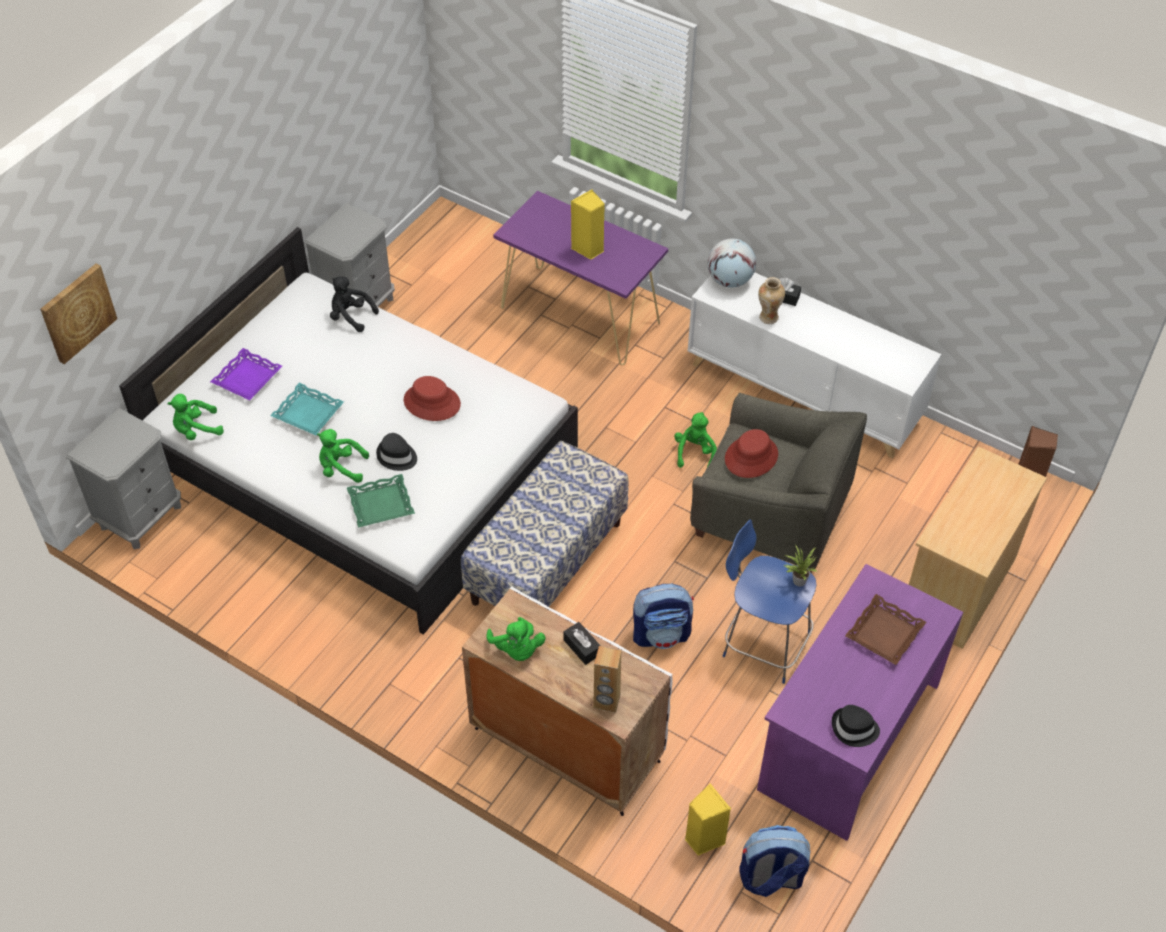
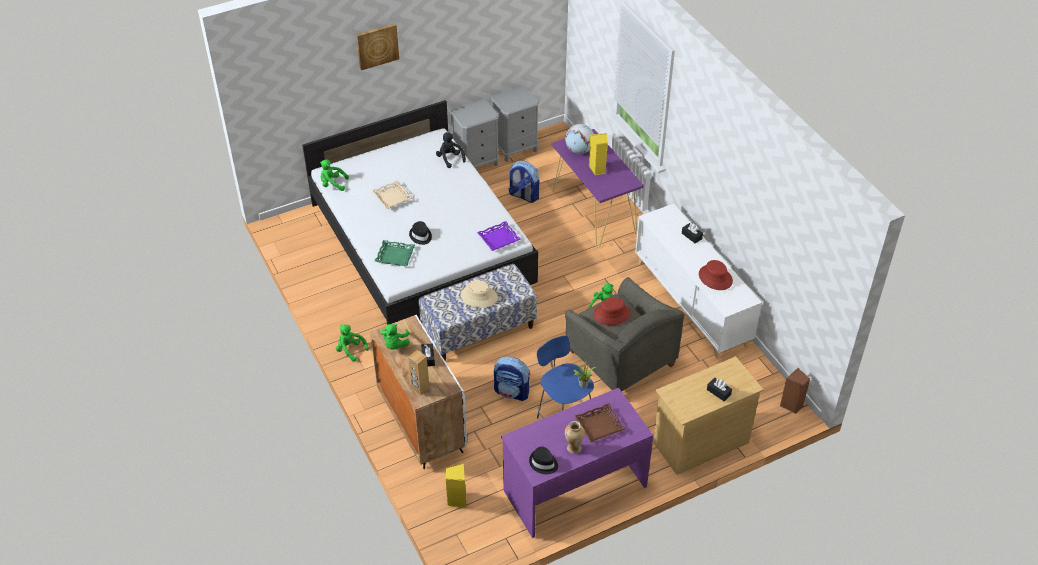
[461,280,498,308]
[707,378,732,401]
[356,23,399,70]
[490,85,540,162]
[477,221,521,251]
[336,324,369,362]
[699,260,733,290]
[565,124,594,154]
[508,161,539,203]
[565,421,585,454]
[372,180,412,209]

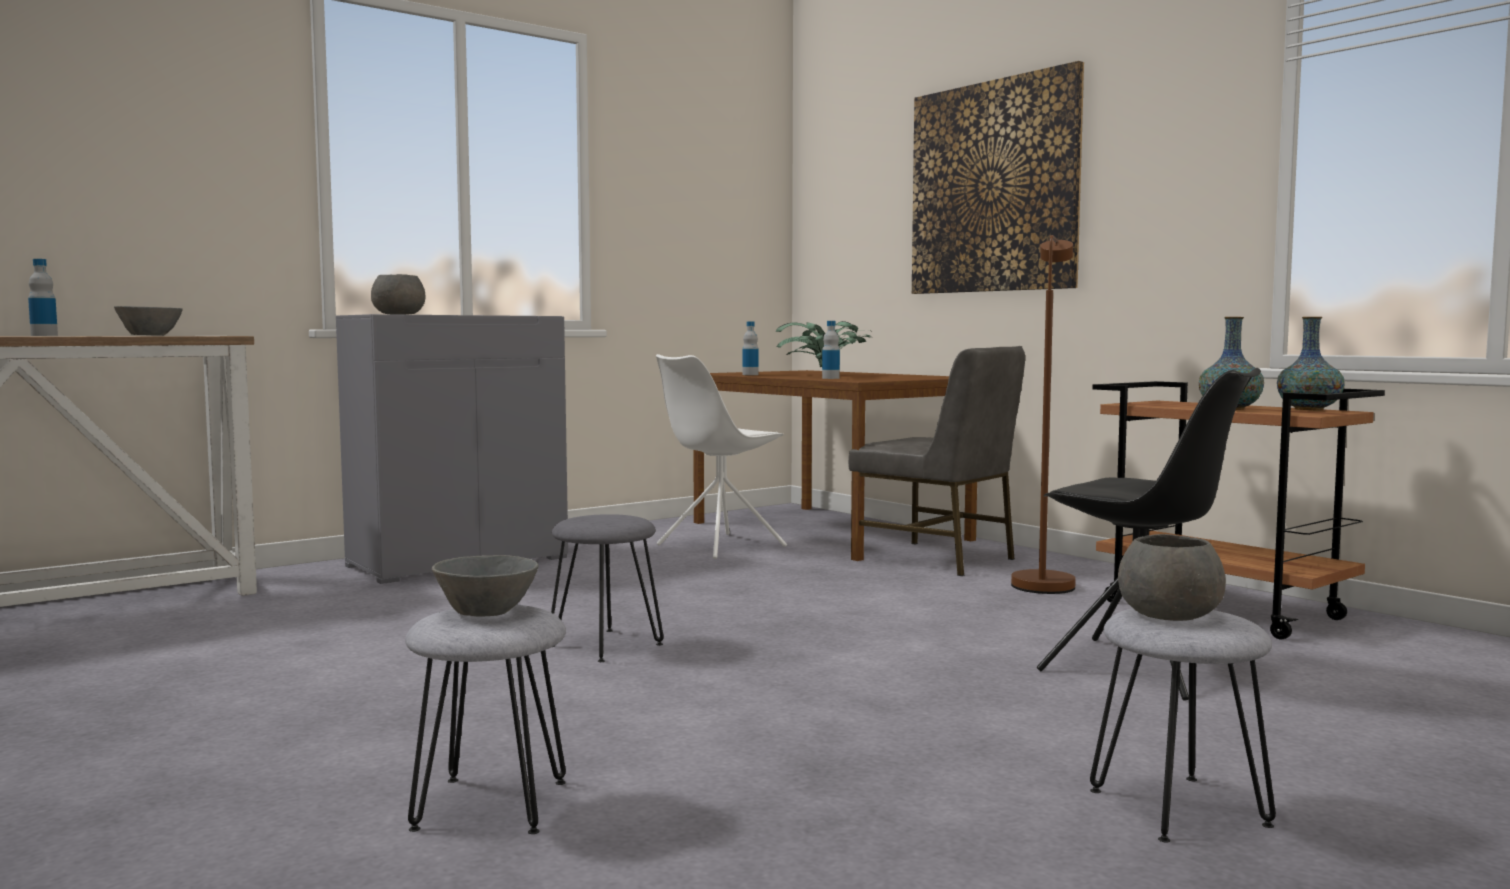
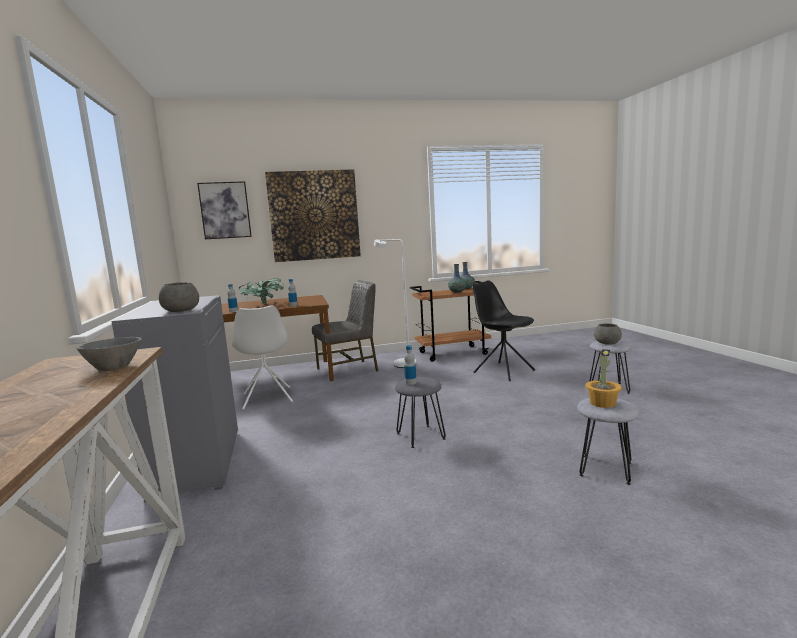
[197,181,252,239]
[404,345,417,385]
[586,349,622,408]
[374,239,416,368]
[472,280,535,381]

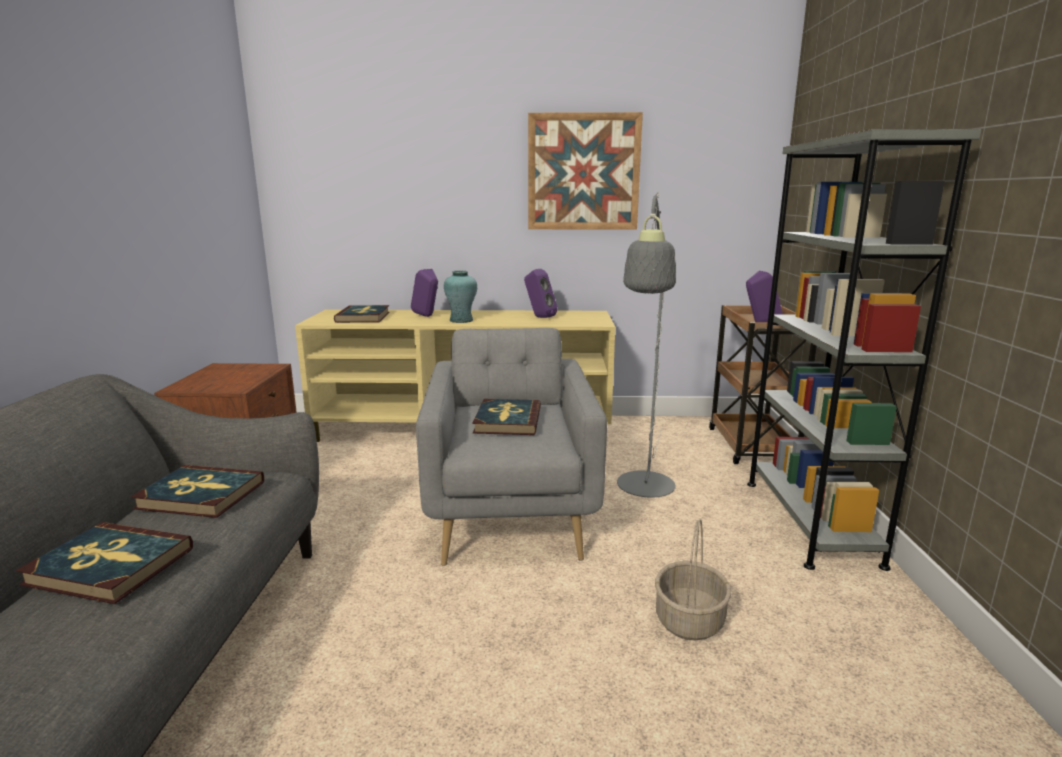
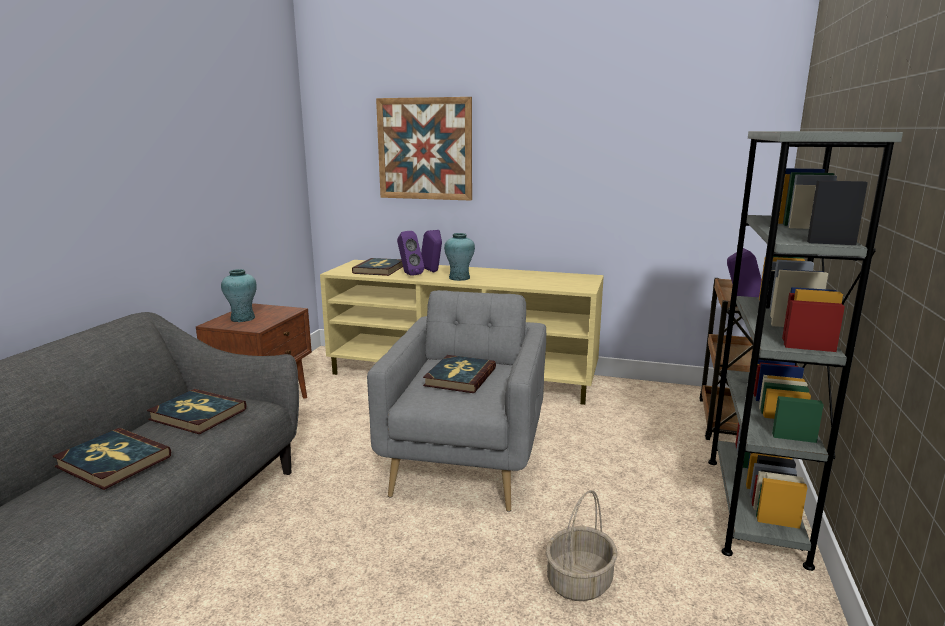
[617,192,676,498] (first image)
[221,269,257,322]
[397,231,424,276]
[376,97,472,201]

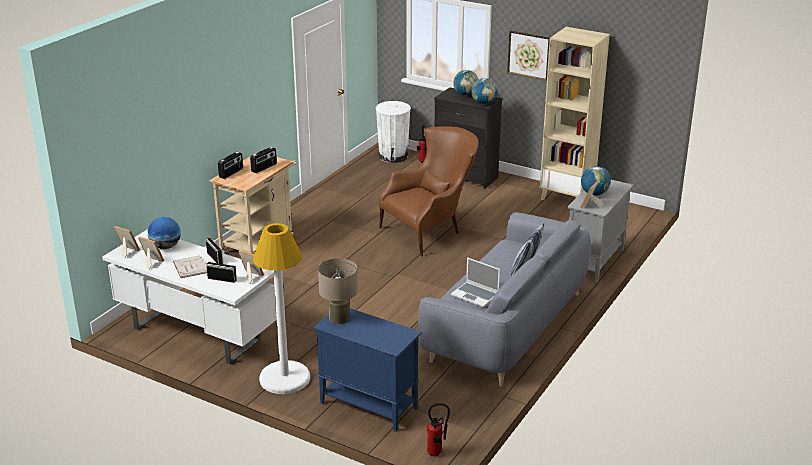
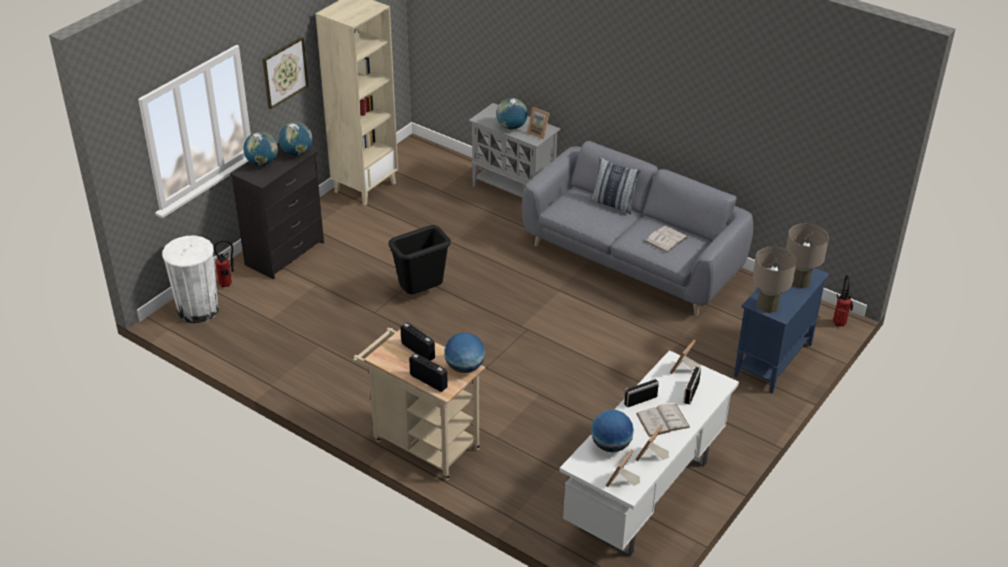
[253,223,310,394] (first image)
[445,333,485,373]
[786,223,829,289]
[389,225,451,294]
[645,225,688,253]

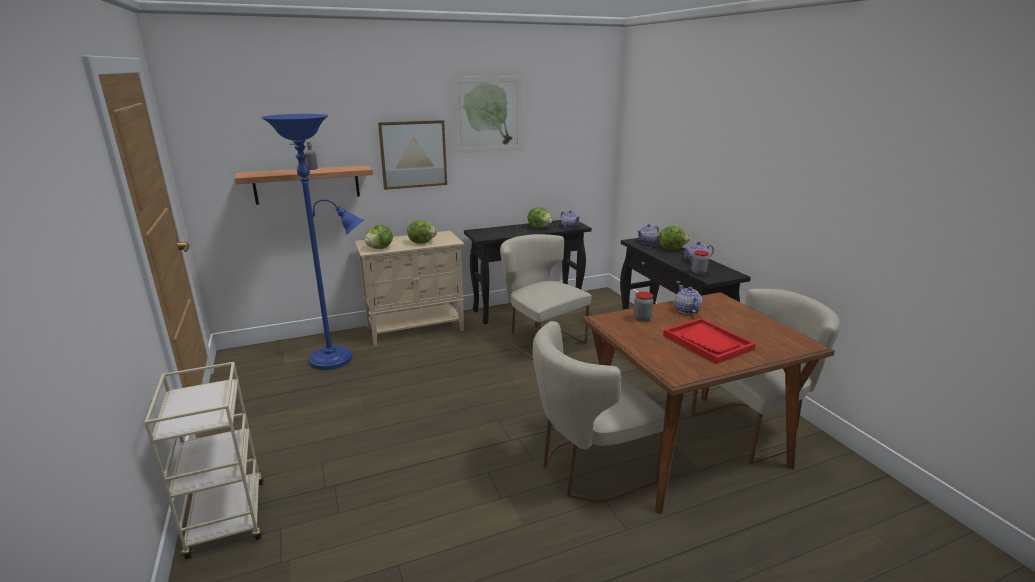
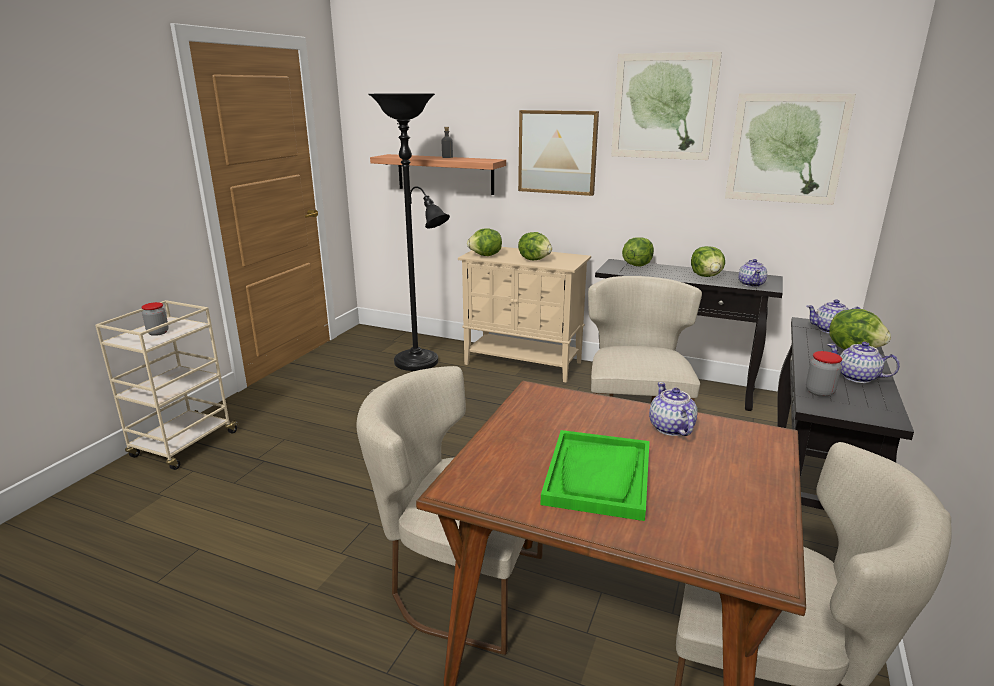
[622,238,654,266]
[725,93,856,205]
[141,302,169,336]
[368,93,450,371]
[540,430,649,521]
[649,382,698,436]

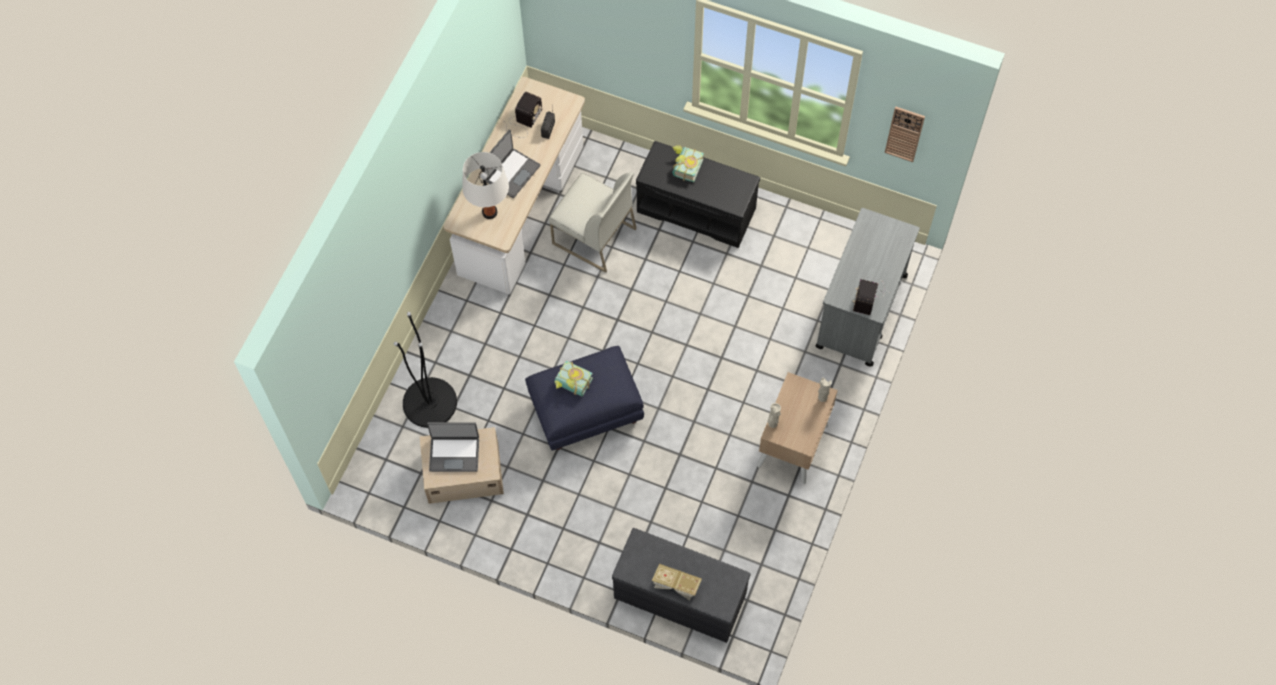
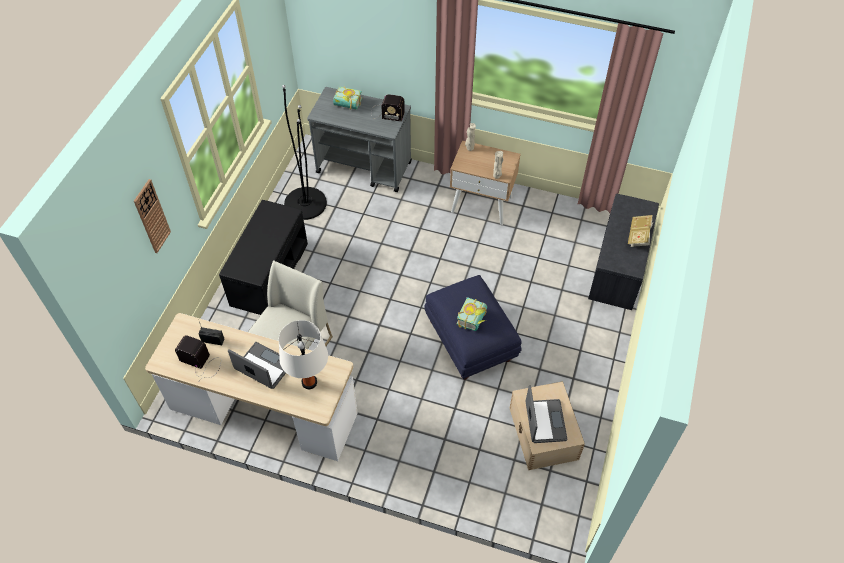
[282,85,327,220]
[333,86,362,110]
[134,179,171,253]

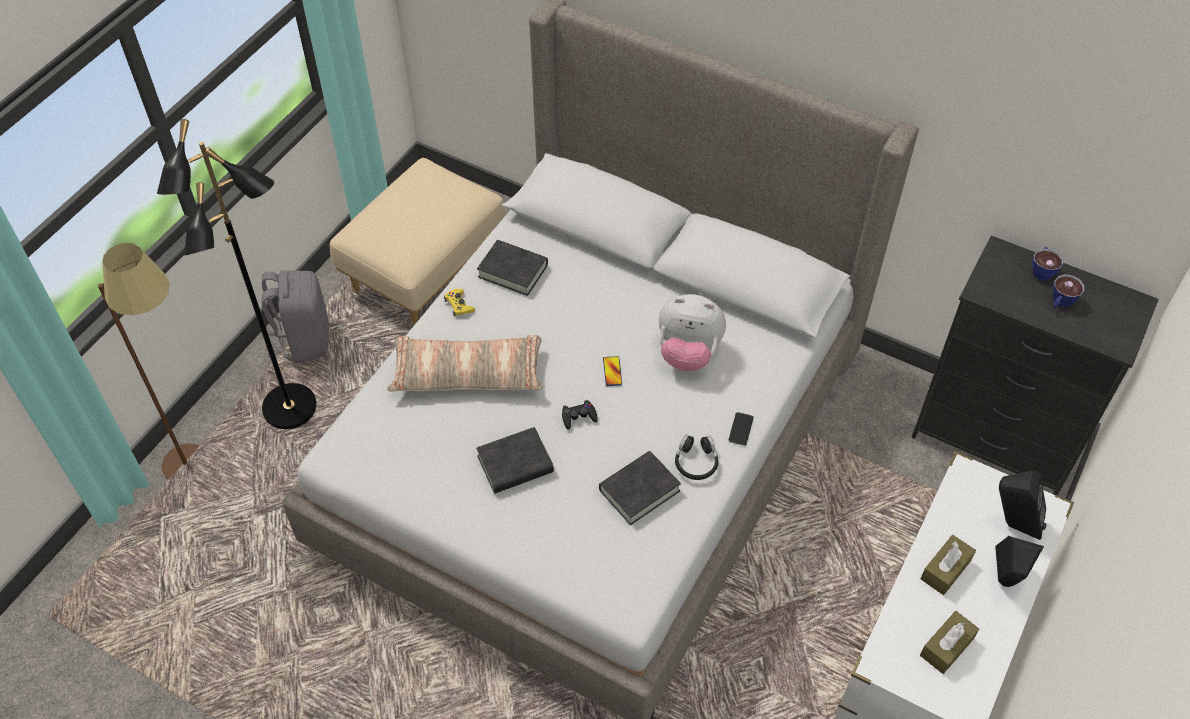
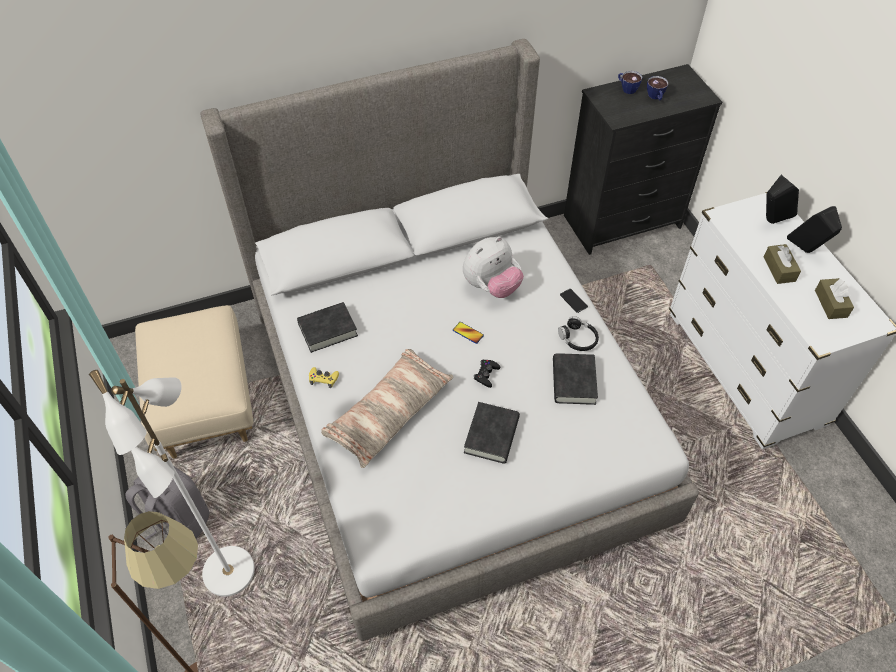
[89,370,255,597]

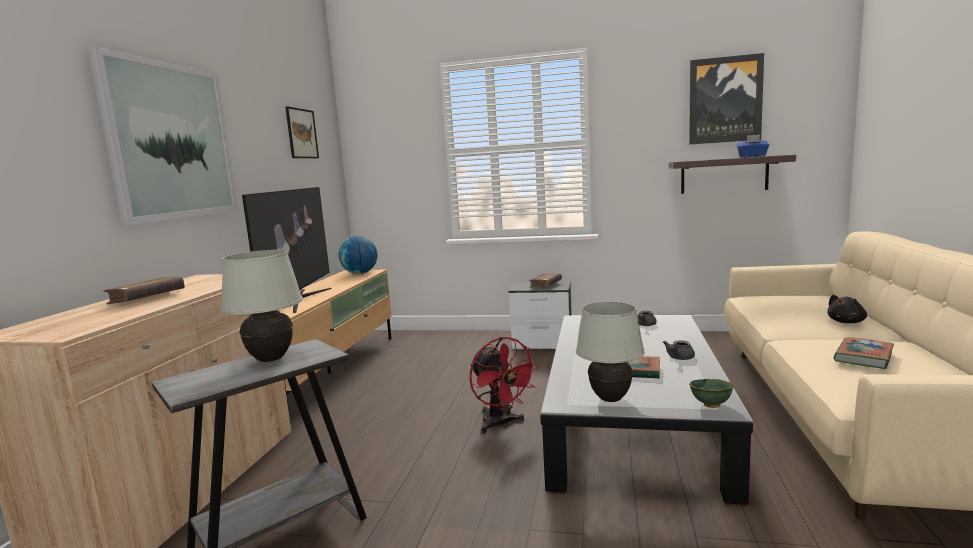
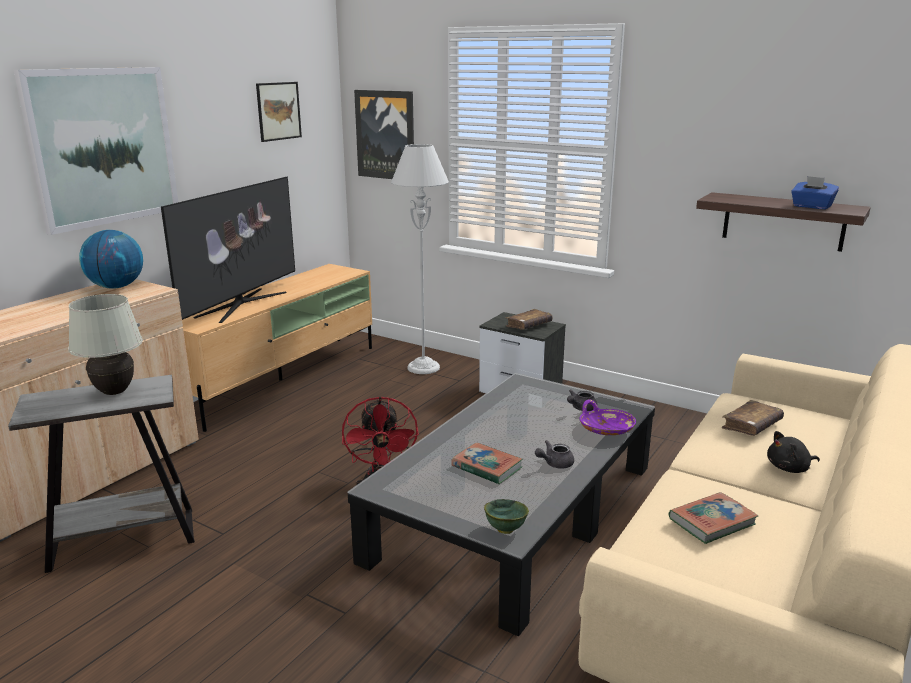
[576,302,645,402] (first image)
[391,144,449,374]
[580,399,636,435]
[722,400,784,436]
[79,230,143,289]
[354,90,414,179]

